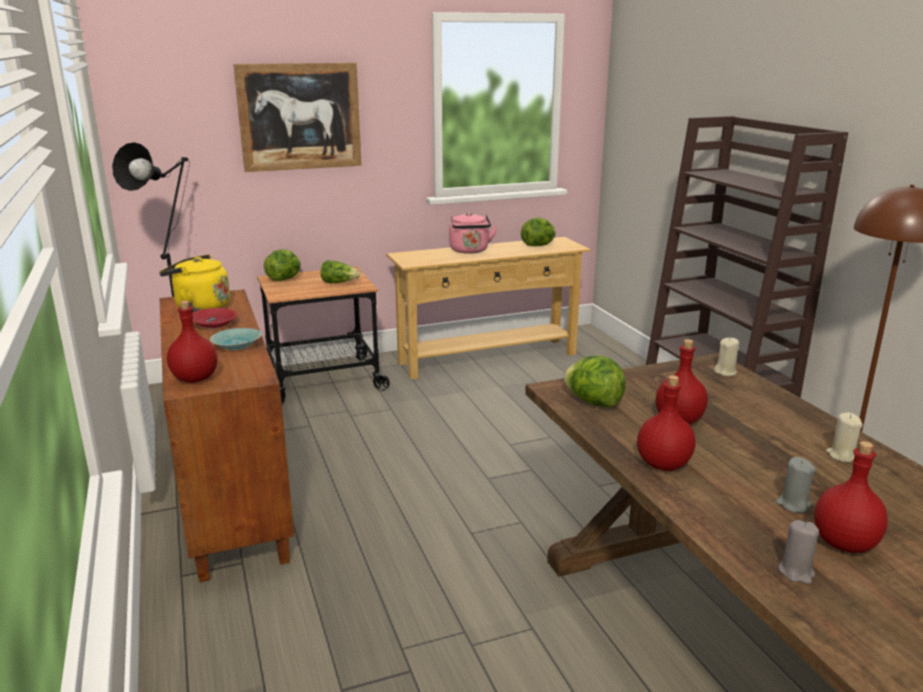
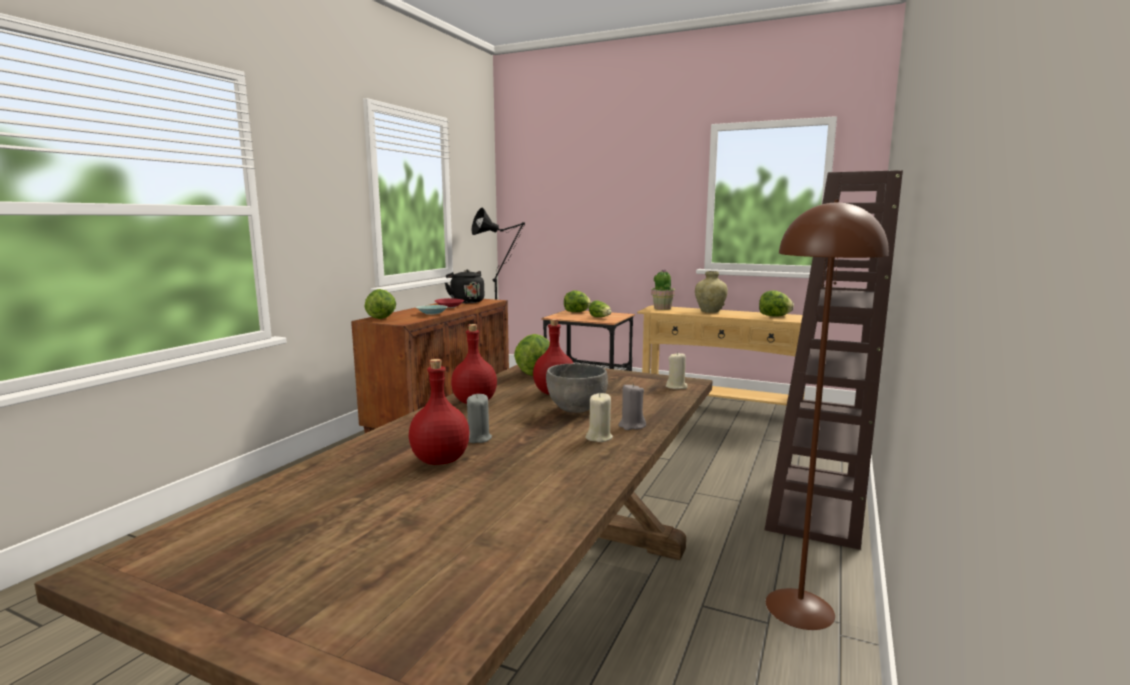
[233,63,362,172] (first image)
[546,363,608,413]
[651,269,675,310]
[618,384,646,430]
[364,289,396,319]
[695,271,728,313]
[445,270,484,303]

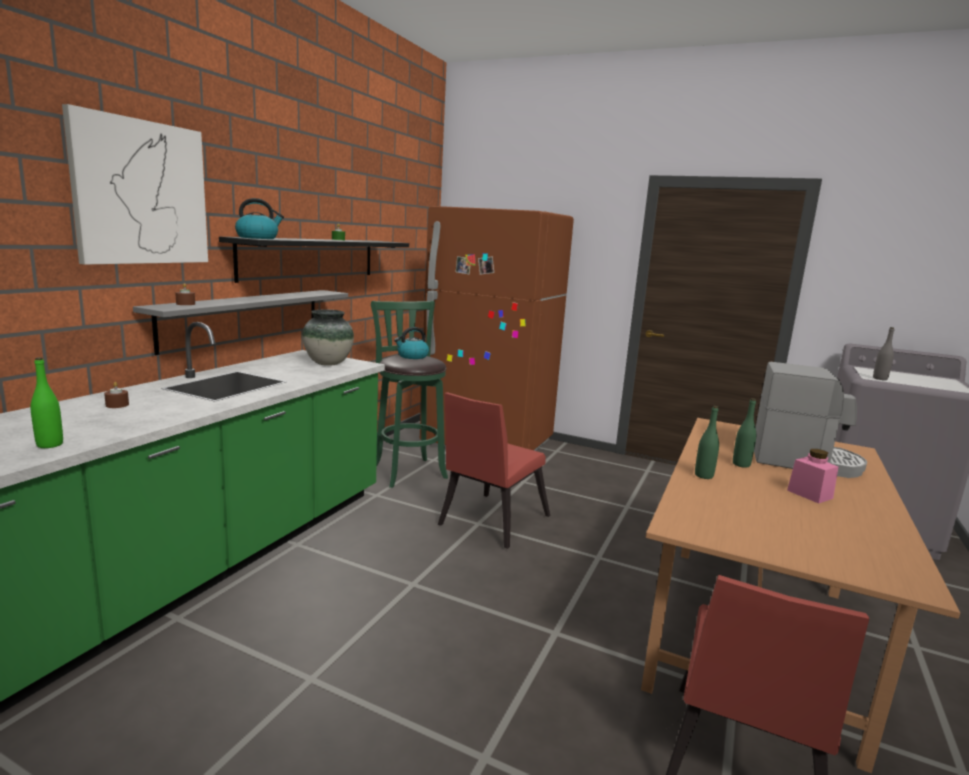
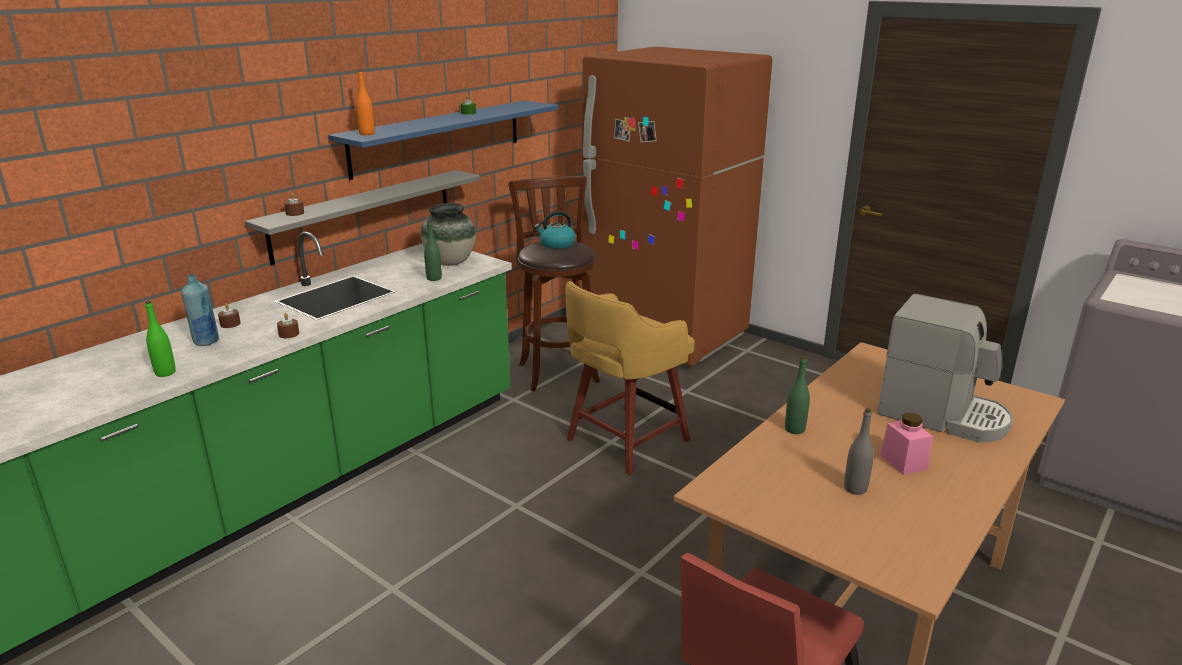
[62,104,208,265] (first image)
[181,274,219,346]
[277,313,299,338]
[424,220,442,281]
[844,408,874,495]
[356,70,375,135]
[565,281,695,475]
[328,100,558,180]
[508,176,600,392]

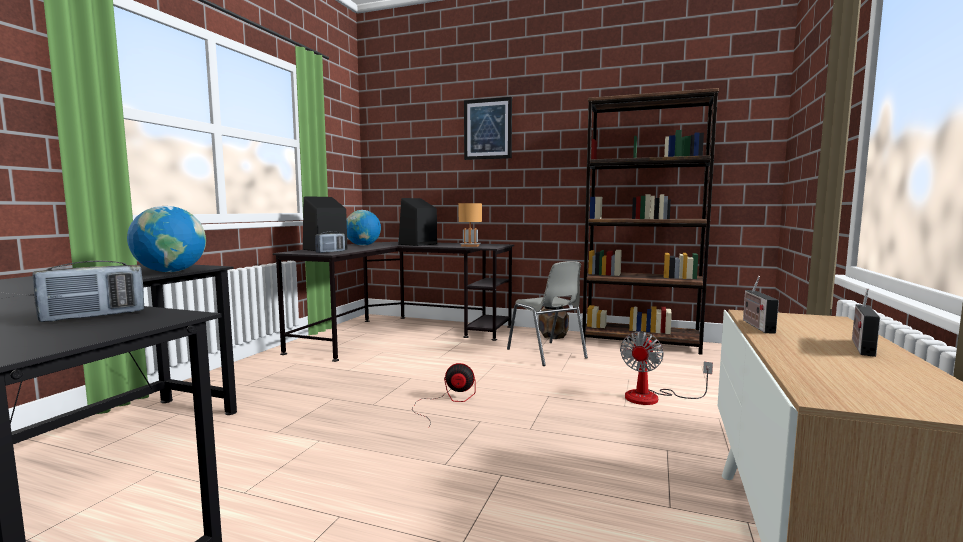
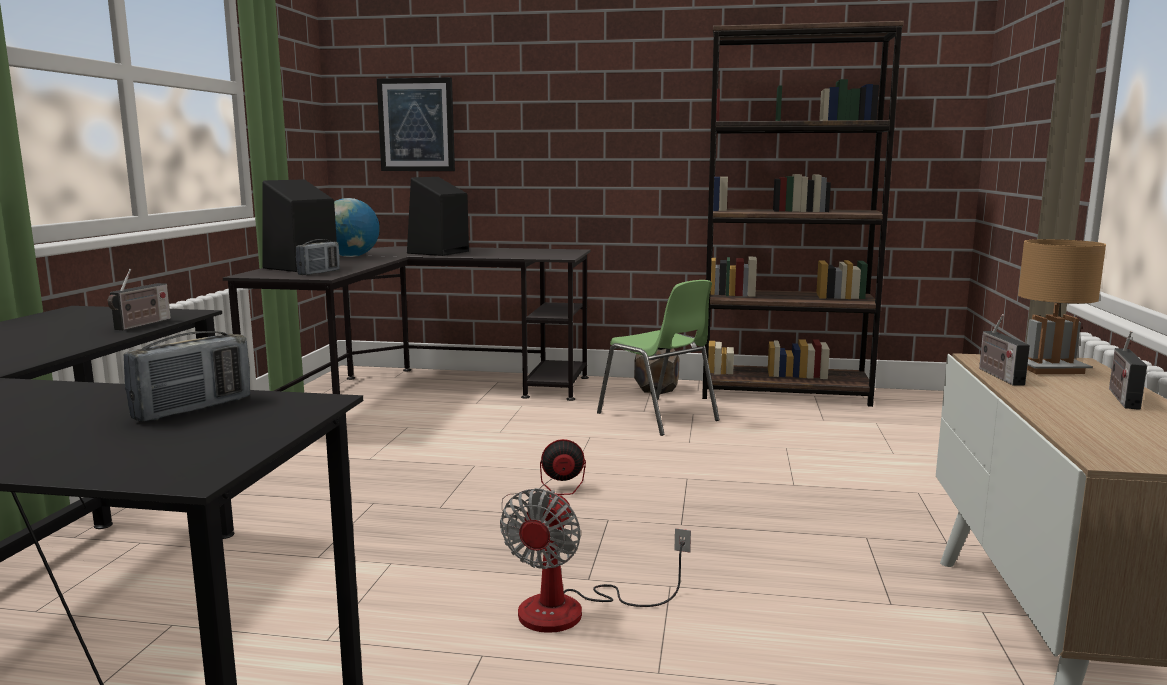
[1018,239,1106,374]
[377,77,455,171]
[500,488,691,633]
[107,269,171,330]
[597,280,719,436]

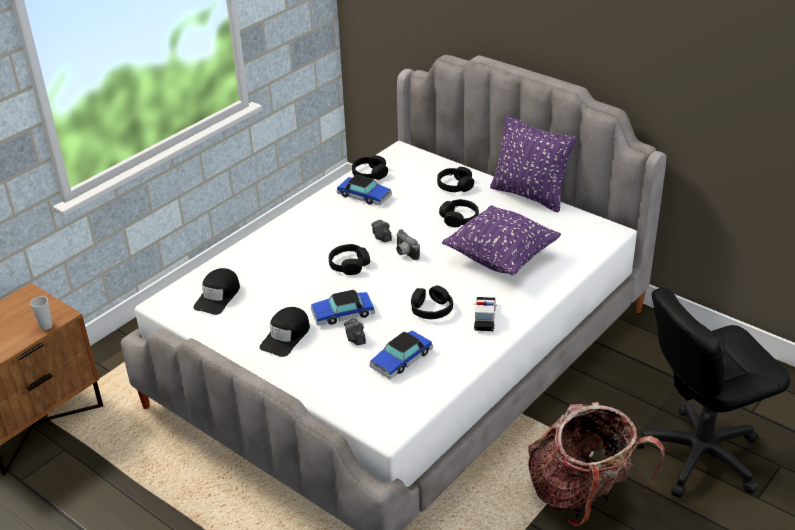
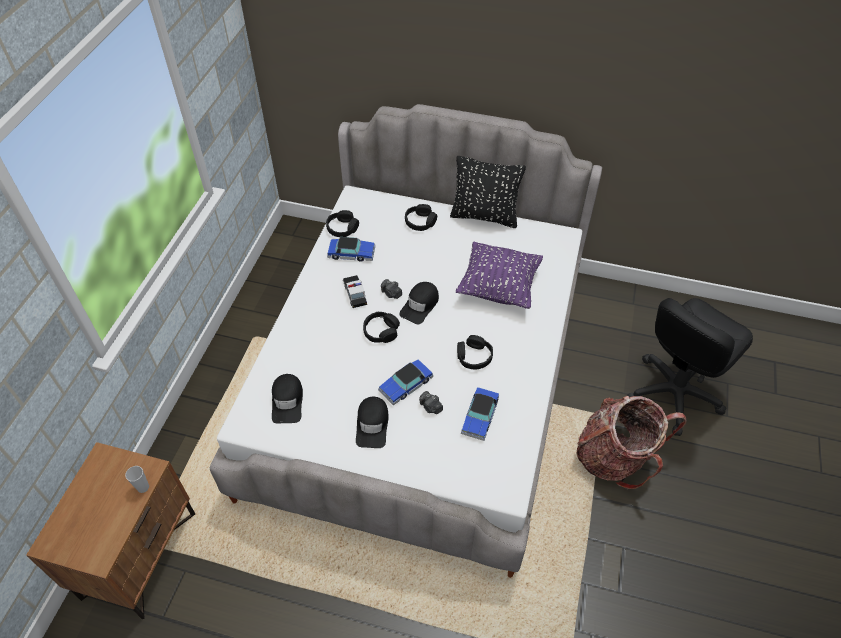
[439,199,479,227] (first image)
[343,275,367,308]
[399,282,439,324]
[450,156,526,228]

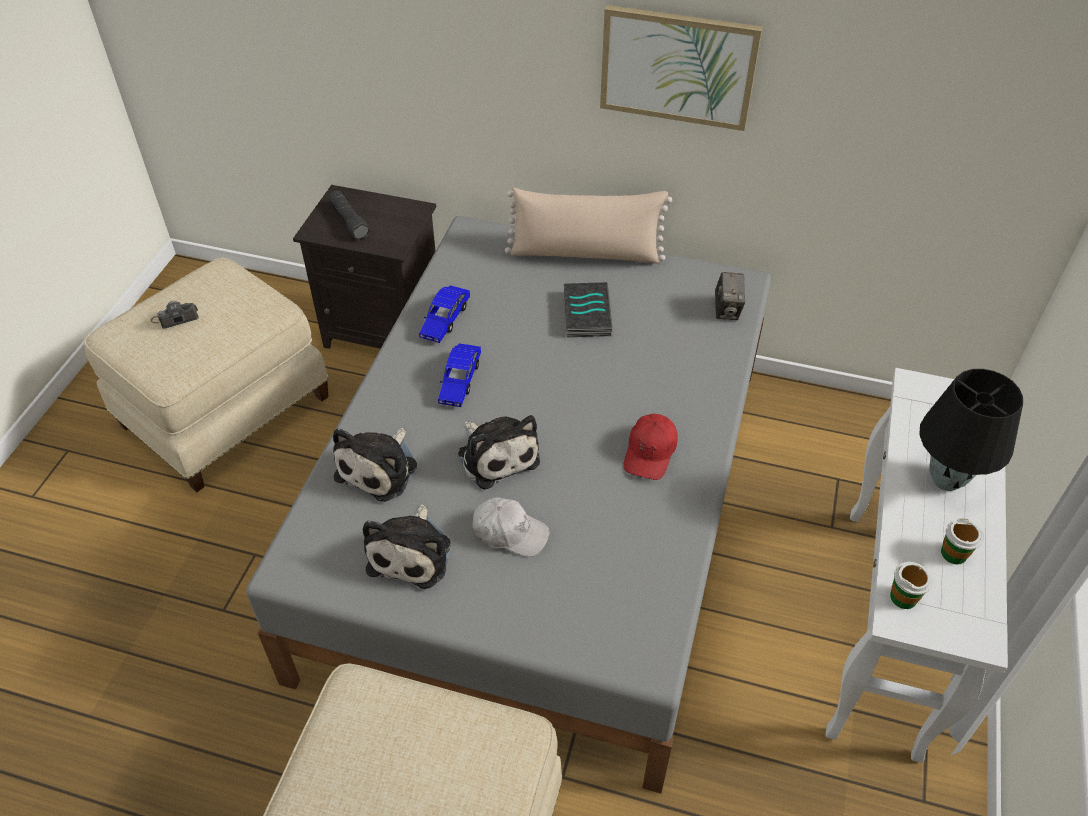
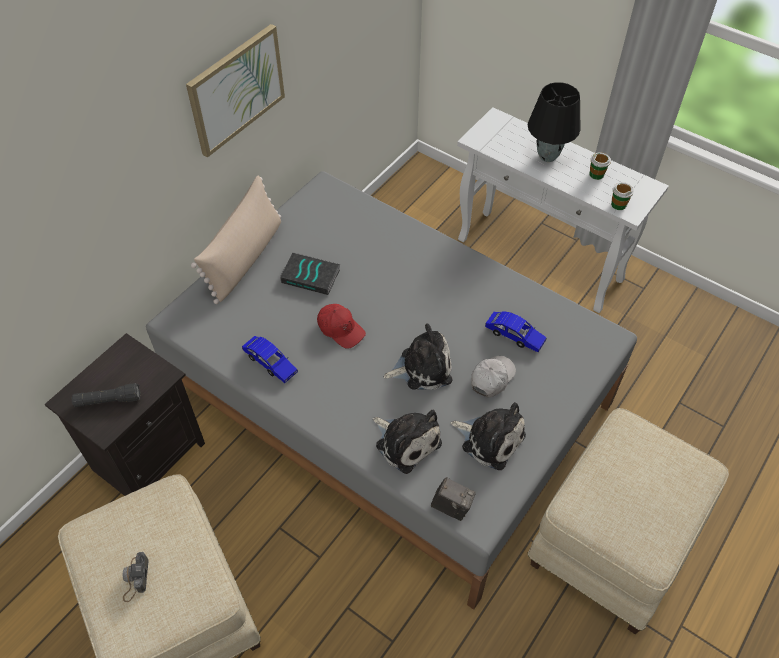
[485,311,547,352]
[317,304,366,349]
[431,477,476,521]

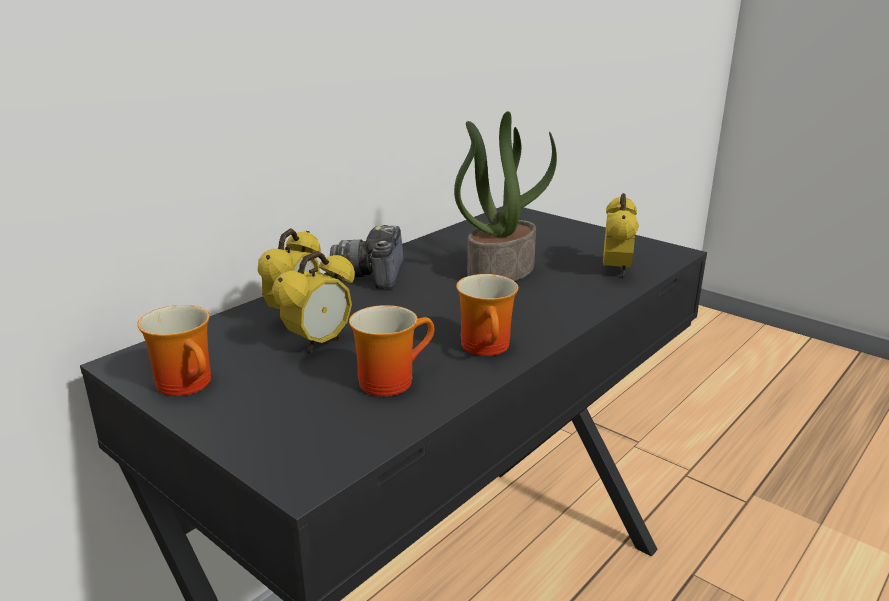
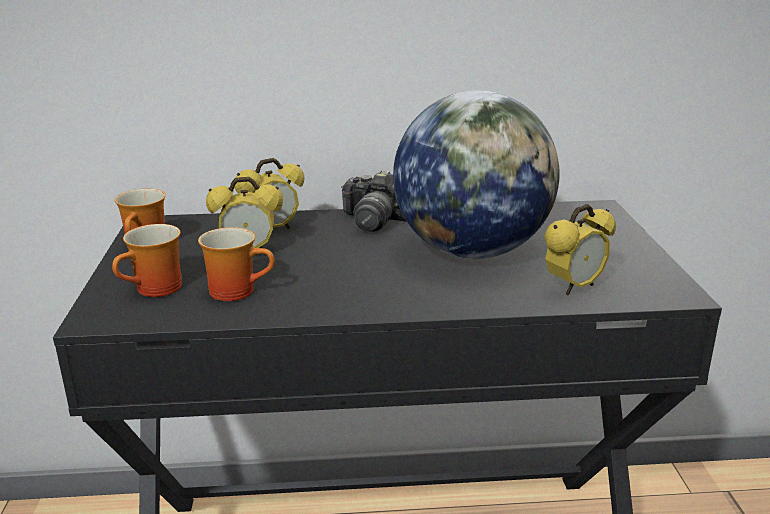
[112,224,182,297]
[393,91,560,259]
[341,170,407,232]

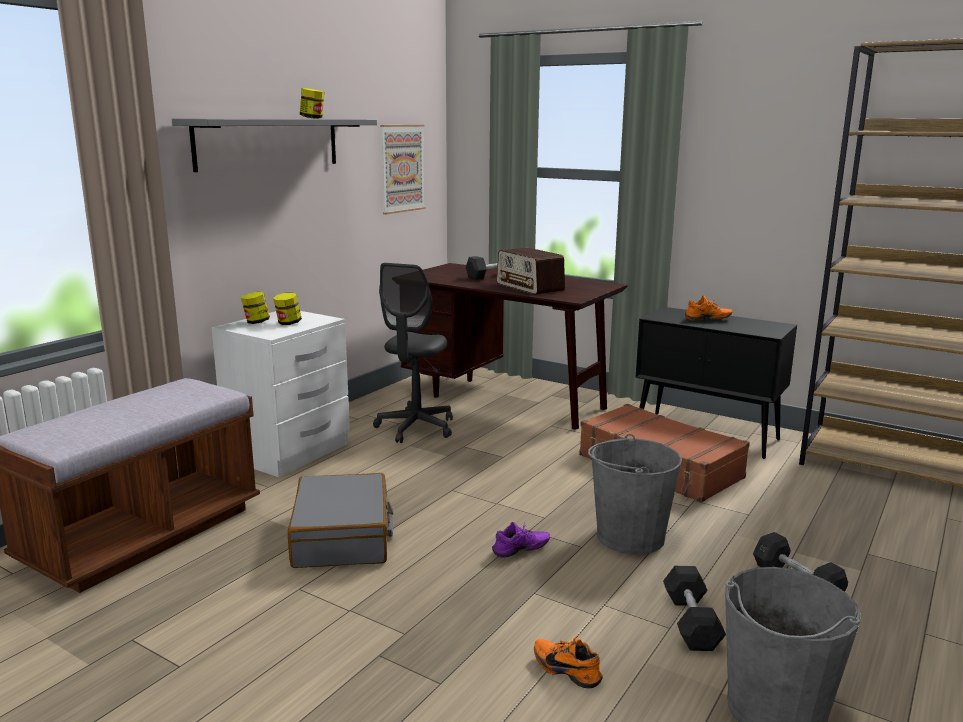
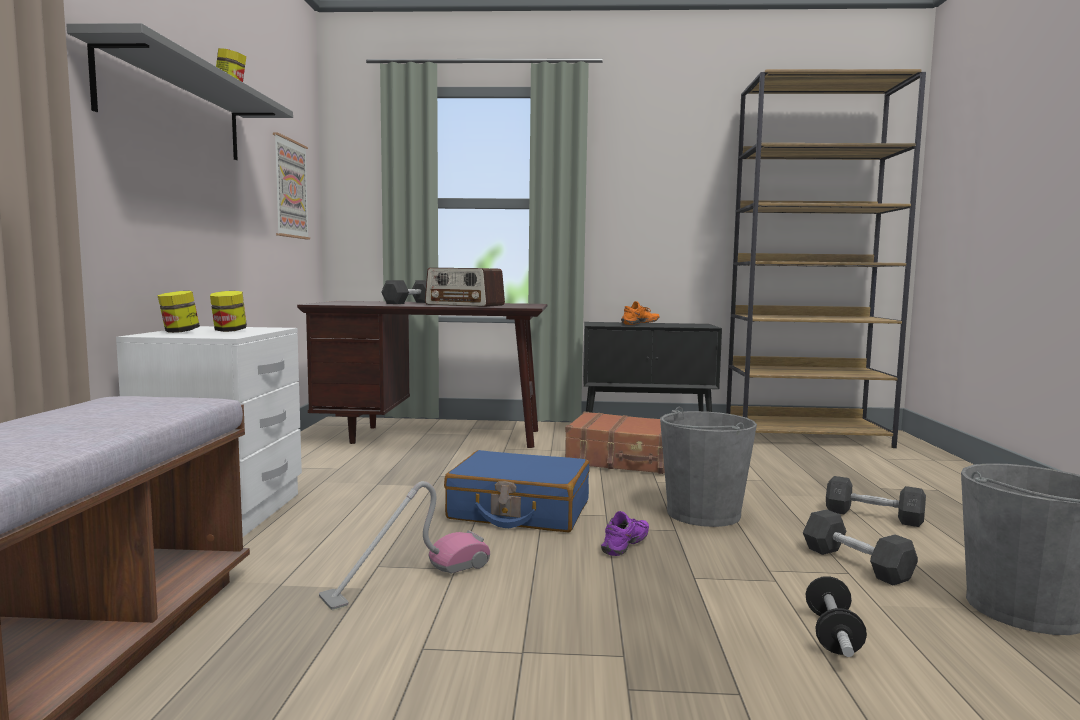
[373,263,453,443] (first image)
[444,450,589,533]
[319,481,490,610]
[805,576,867,657]

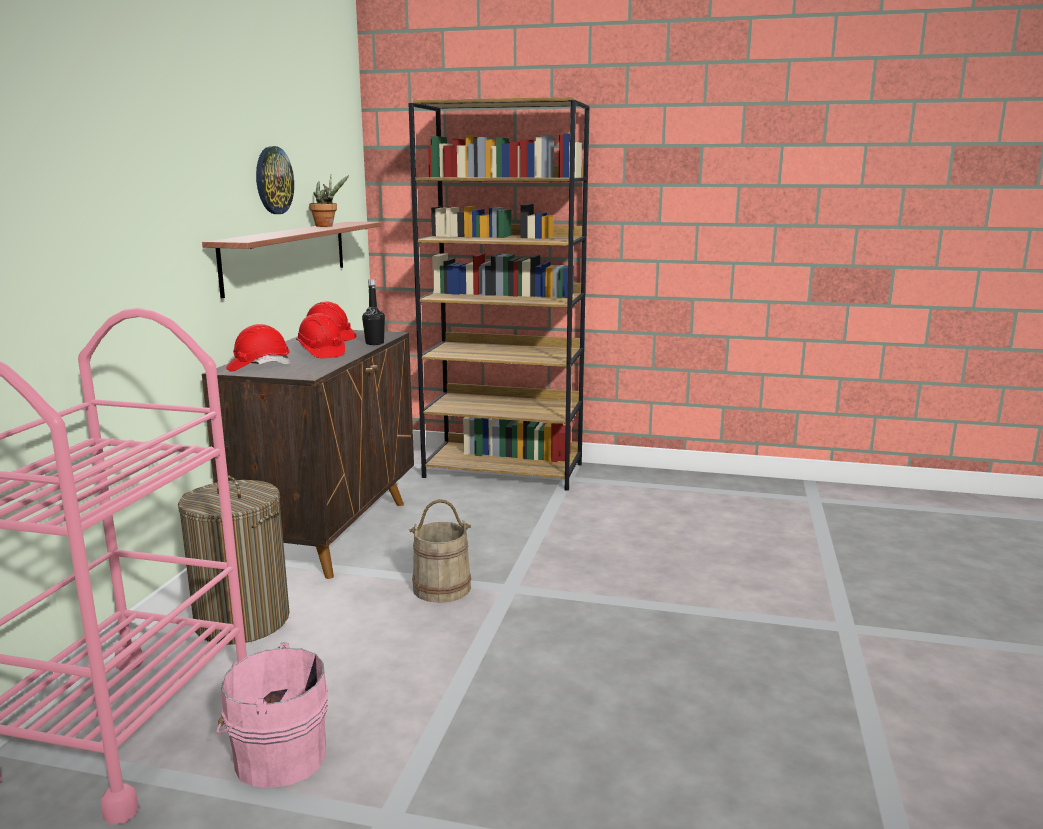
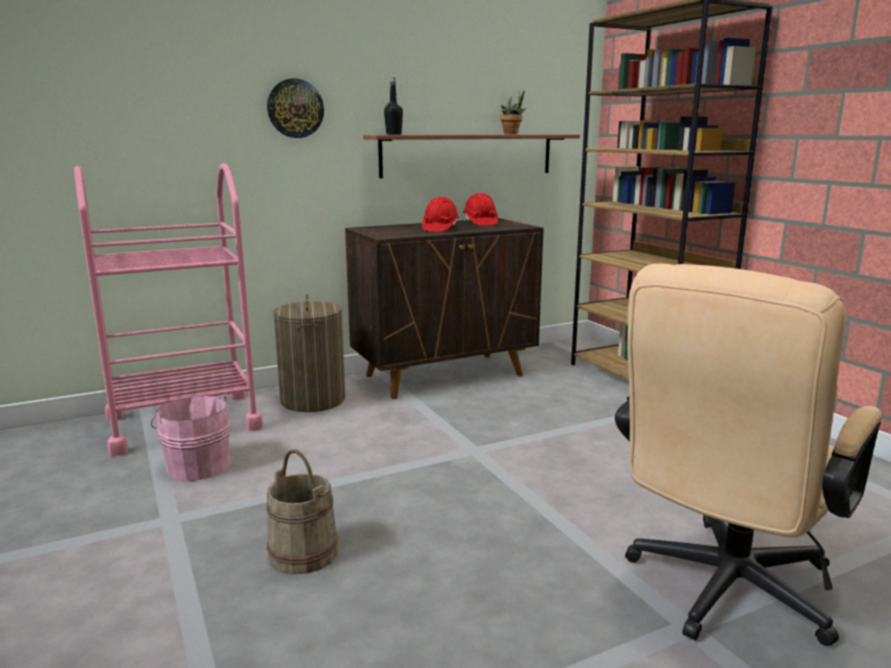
[226,324,291,372] (first image)
[615,264,881,646]
[267,78,324,138]
[384,77,403,135]
[266,449,338,574]

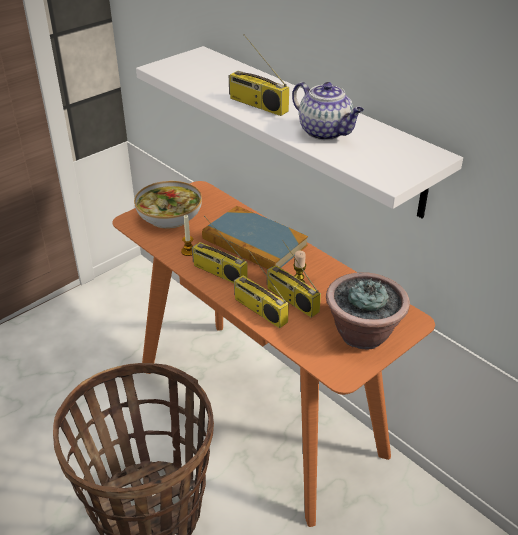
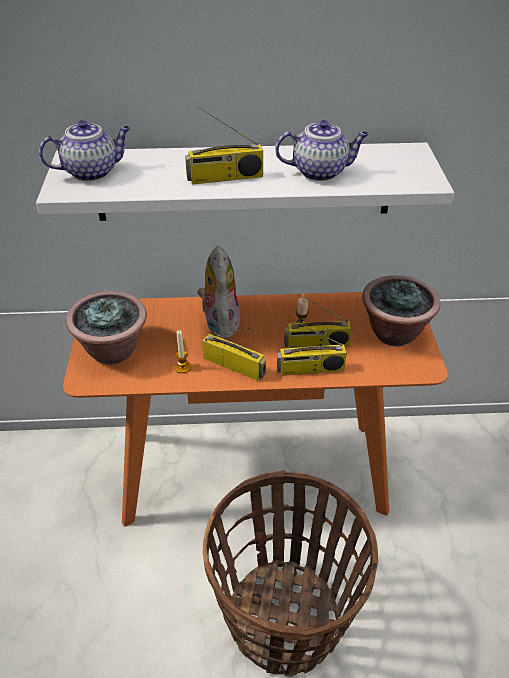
[39,120,130,181]
[66,291,147,364]
[197,246,241,339]
[202,327,266,381]

